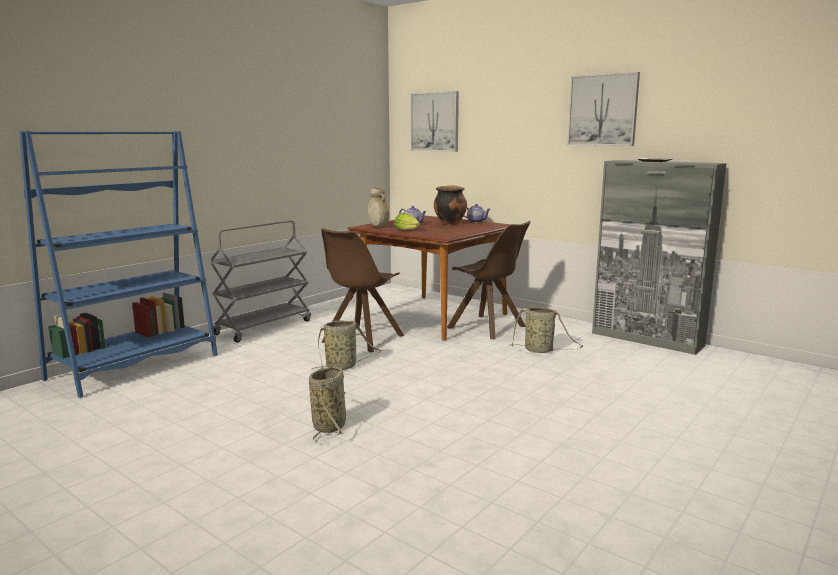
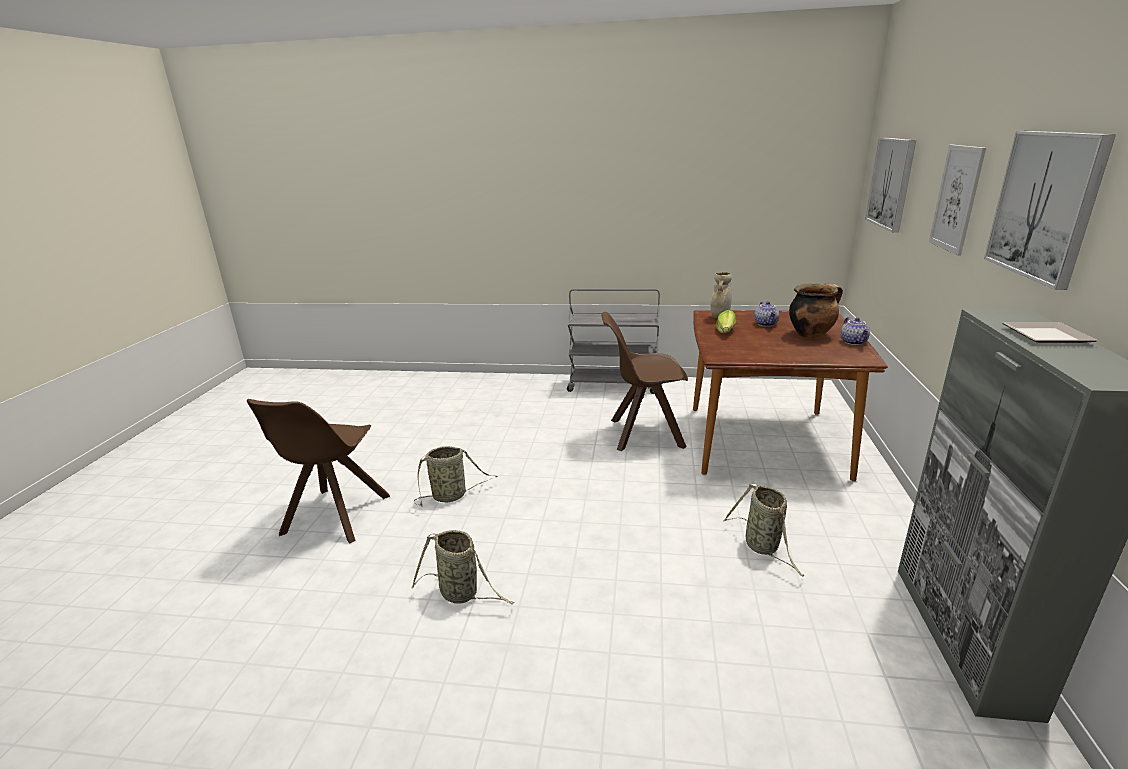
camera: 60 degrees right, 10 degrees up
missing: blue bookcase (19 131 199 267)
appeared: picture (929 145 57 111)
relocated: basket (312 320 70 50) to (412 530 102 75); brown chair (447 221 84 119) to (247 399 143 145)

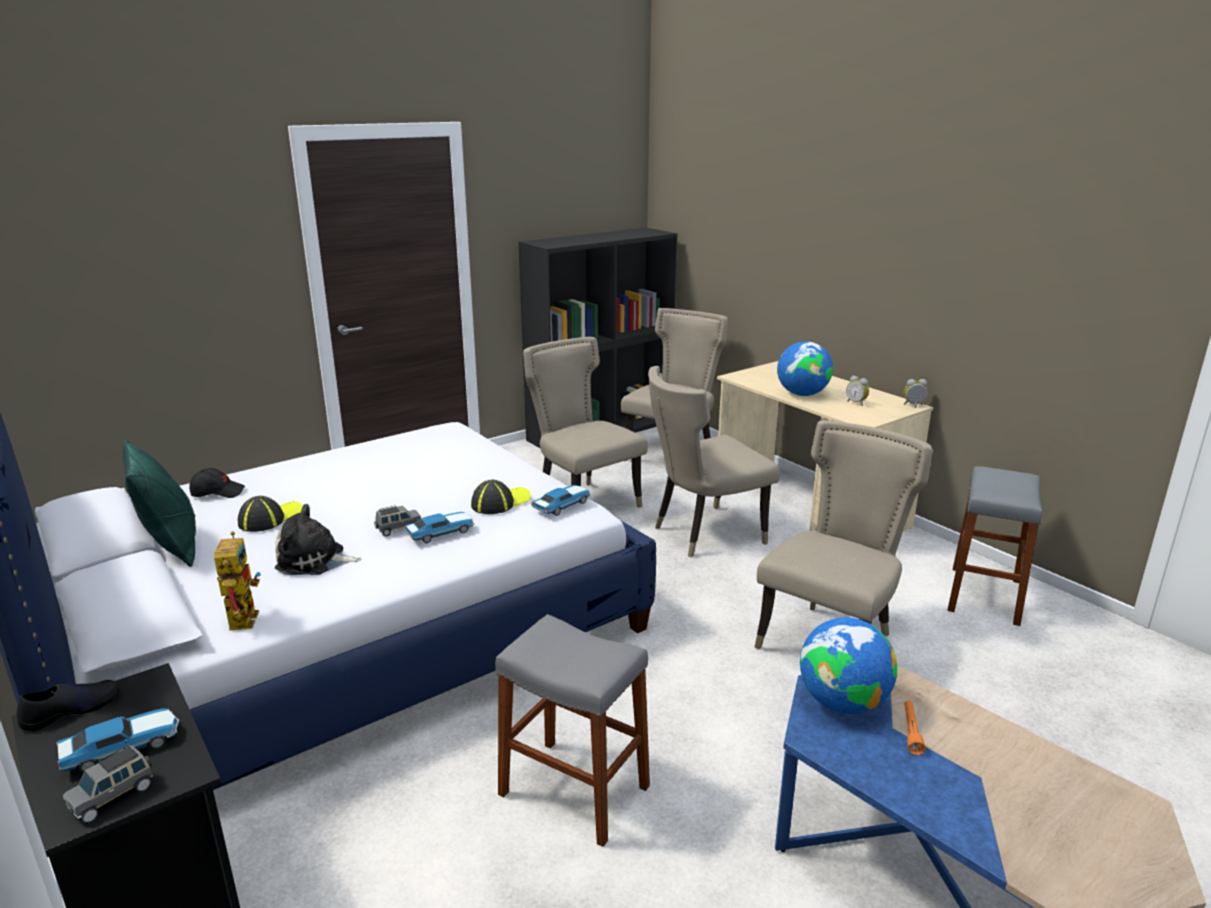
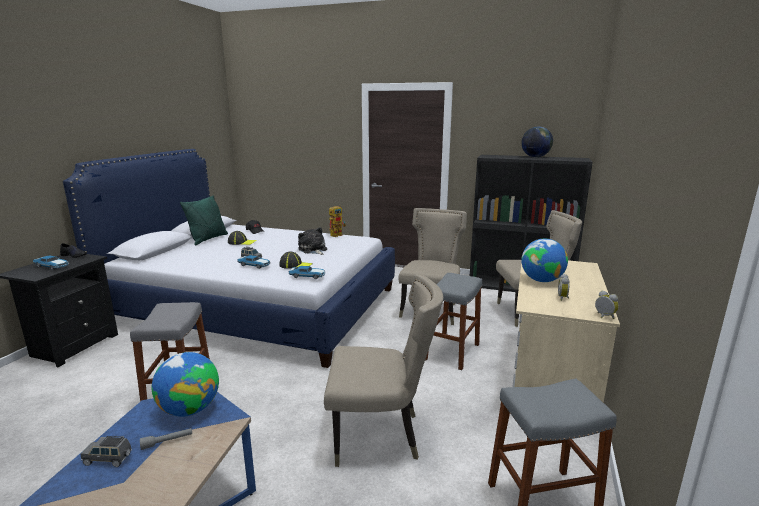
camera: 55 degrees right, 5 degrees down
appeared: globe (521 127 32 30)
relocated: grey toy car (63 745 90 78) to (81 436 51 31); toy robot (214 531 47 99) to (329 205 17 32); plush toy (275 504 87 71) to (298 227 29 28)
exchanged: beige chair (648 366 132 191) to grey stool (425 273 57 97)
colour: orange flashlight (904 701 21 54) to grey flashlight (140 428 52 22)

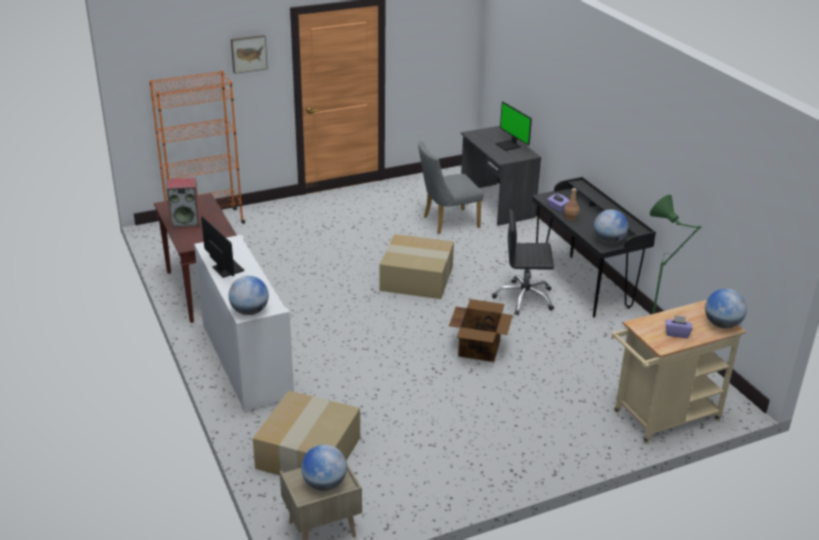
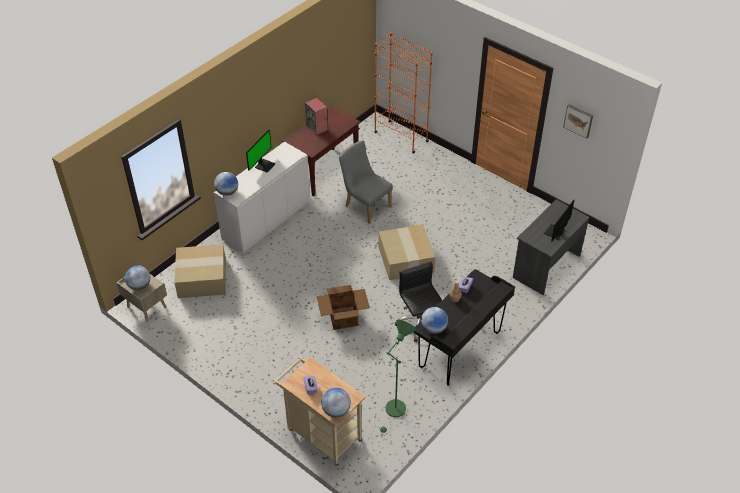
camera: 65 degrees right, 15 degrees up
relocated: picture (231 35 37 39) to (563 104 30 35); grey chair (418 141 65 93) to (339 140 54 84)

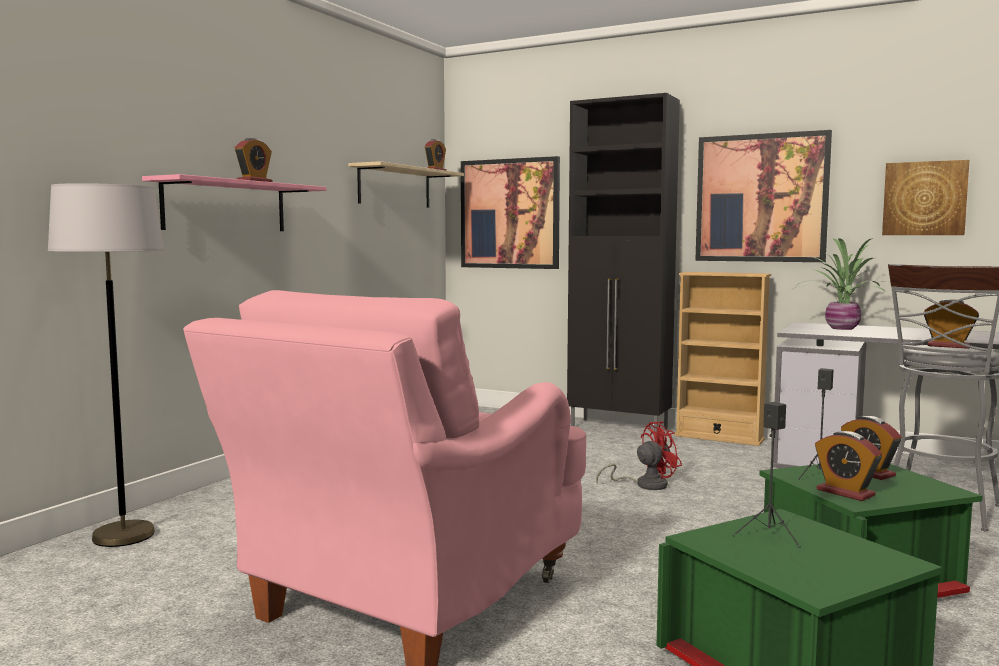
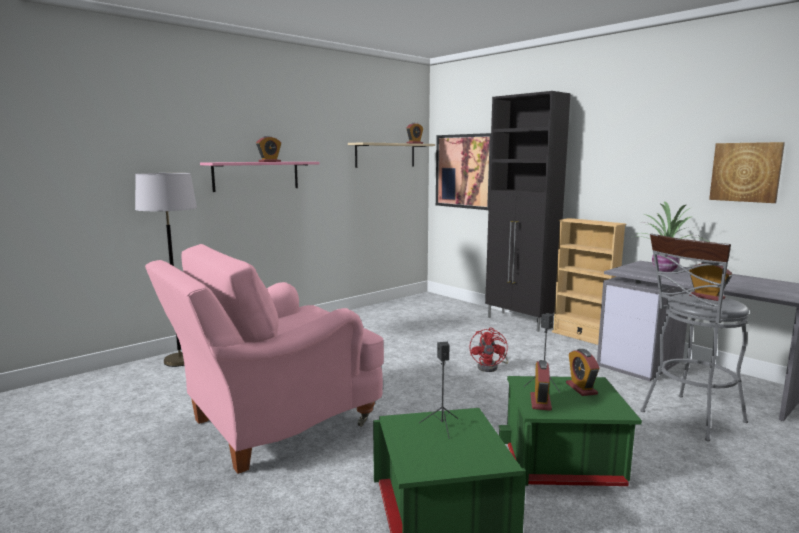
camera: 20 degrees right, 5 degrees up
missing: picture (695 130 137 132)
spun: red fan (596 421 86 69) = (470 327 38 45) 105 degrees clockwise; alarm clock (815 431 67 70) = (531 360 21 51) 150 degrees counterclockwise

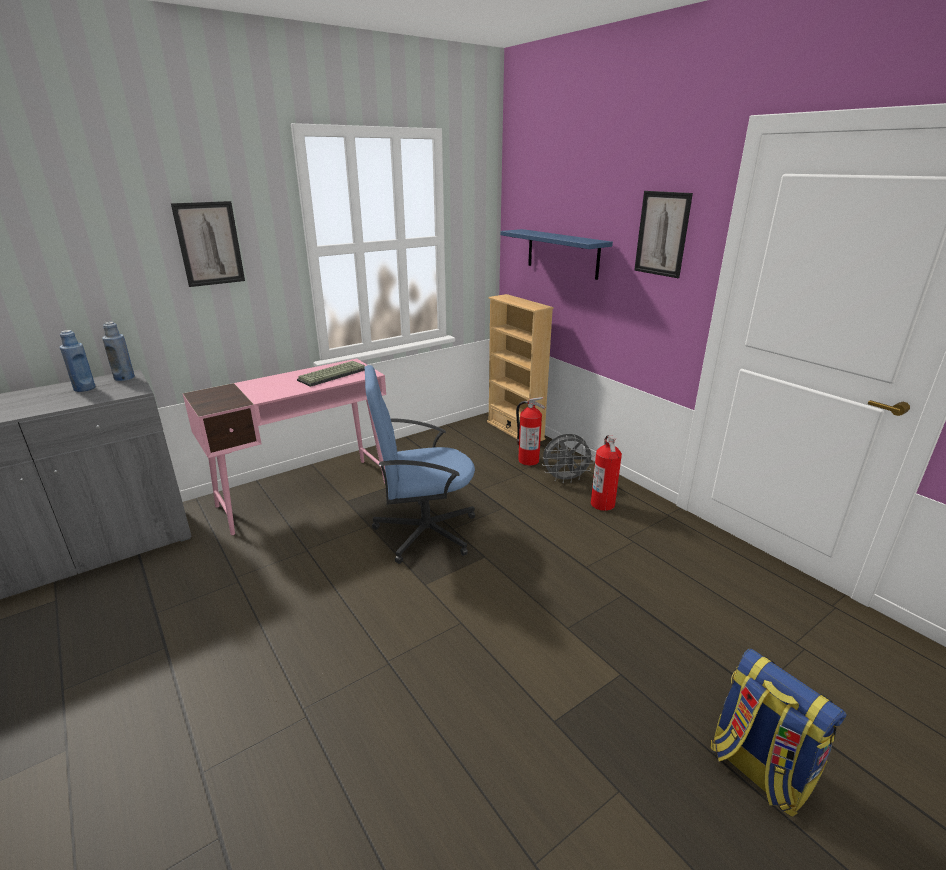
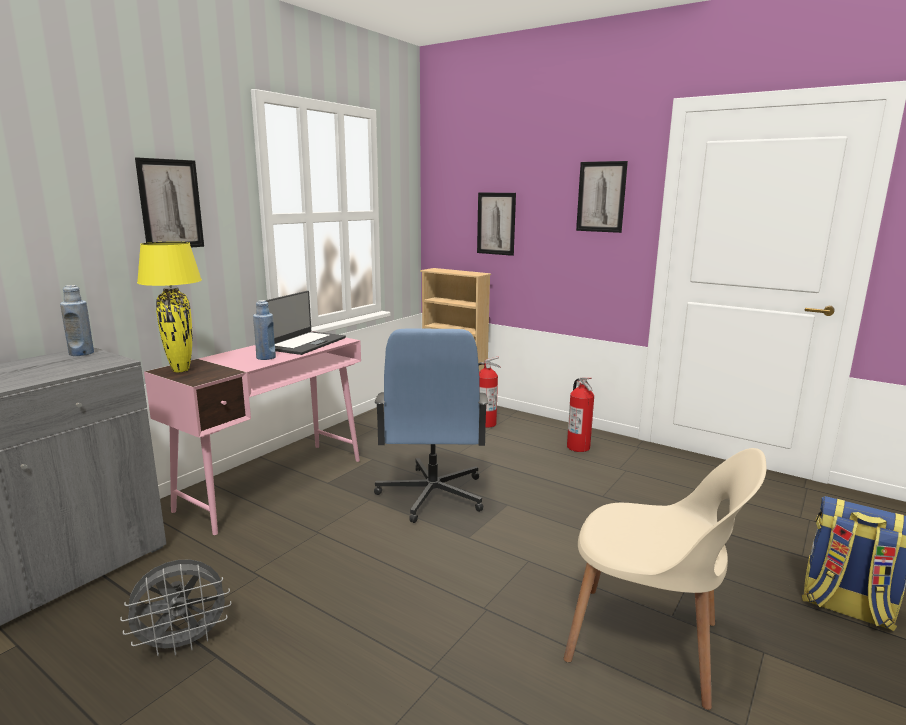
camera: 20 degrees left, 10 degrees down
appeared: yellow table lamp (137 242 65 130); beige chair (564 448 203 262)
relocated: blue bottle (59 330 37 62) to (253 300 23 60); grey fan (542 434 53 49) to (120 560 111 96)
exchanged: keyboard (297 361 68 26) to laptop (266 291 80 64); blue shelf (500 229 113 51) to picture (477 192 39 64)
spun: blue office chair (365 365 110 199) = (374 329 114 194) 60 degrees counterclockwise

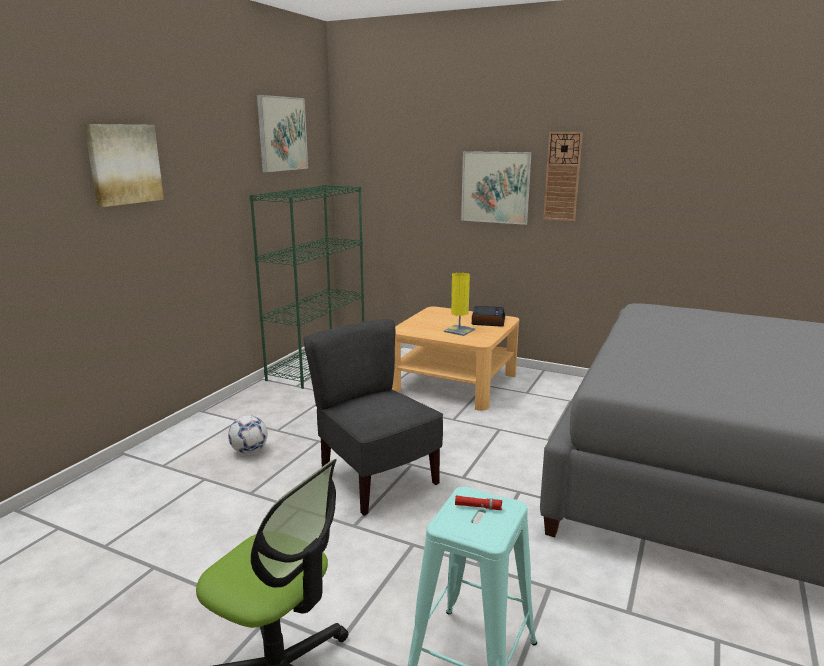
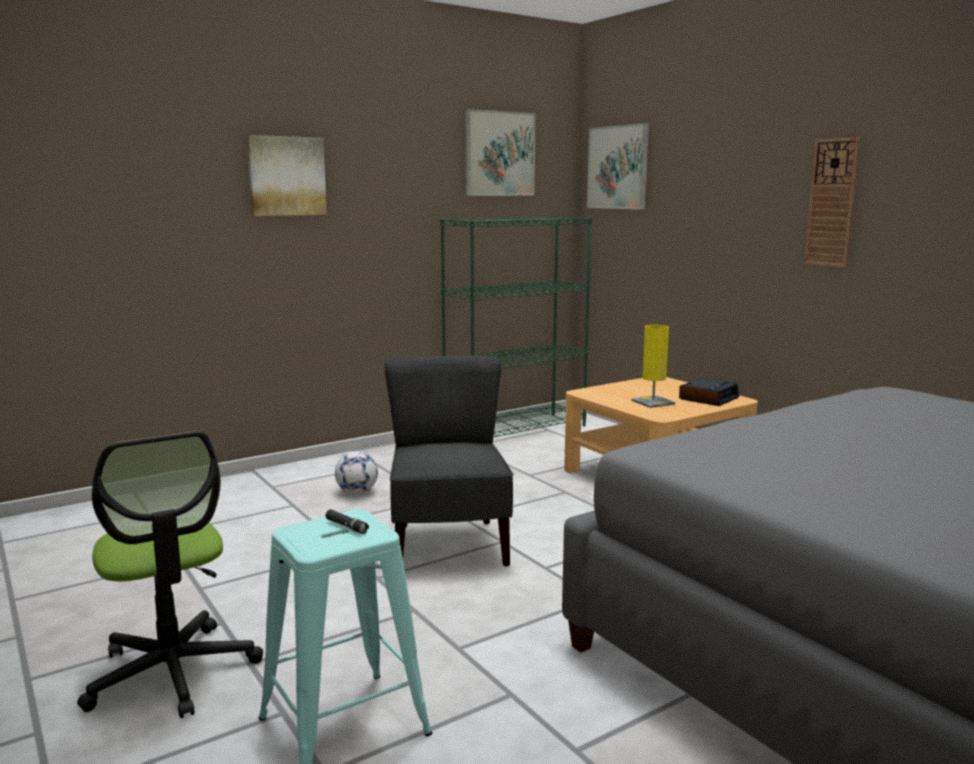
camera: 30 degrees right, 5 degrees down
relocated: picture (461 151 71 74) to (587 123 62 86)
colour: red flashlight (455 495 47 15) to black flashlight (326 509 43 25)

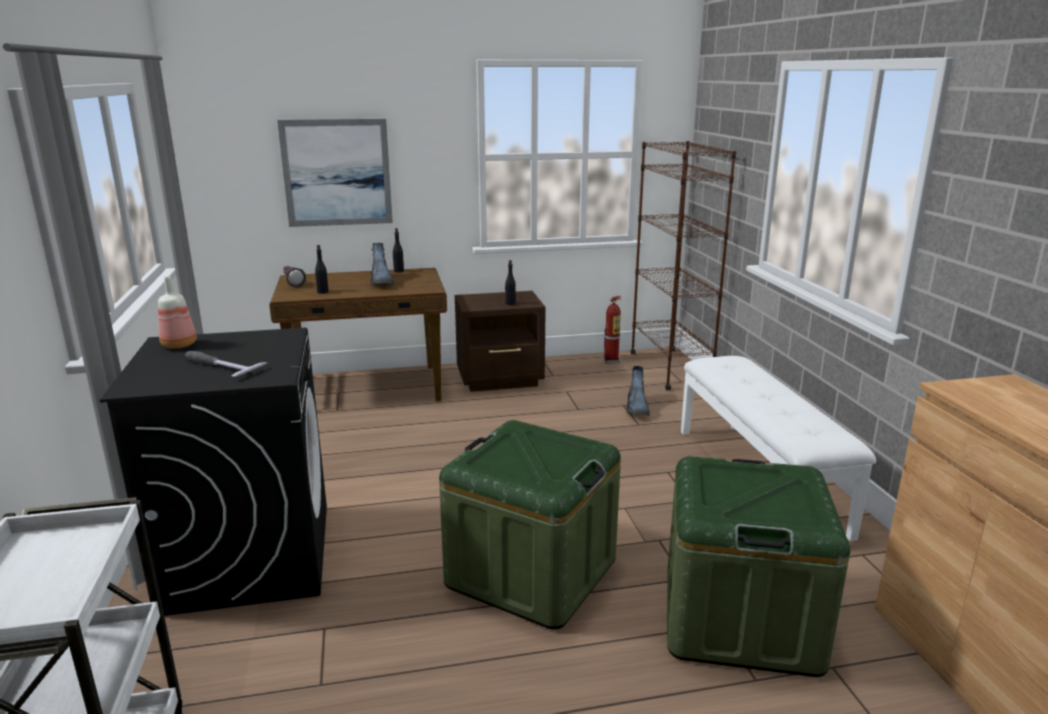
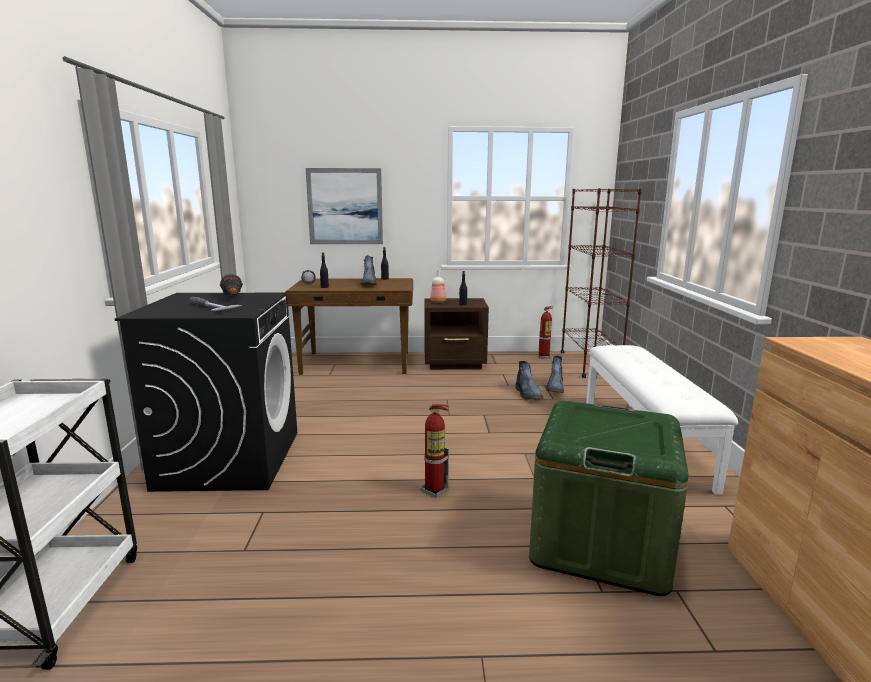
camera: 10 degrees right, 5 degrees down
appeared: flashlight (220 274 23 21); boot (515 361 28 38)
relocated: bottle (158 277 39 72) to (430 269 16 34)
exchanged: green storage box (439 420 182 209) to fire extinguisher (421 404 28 94)

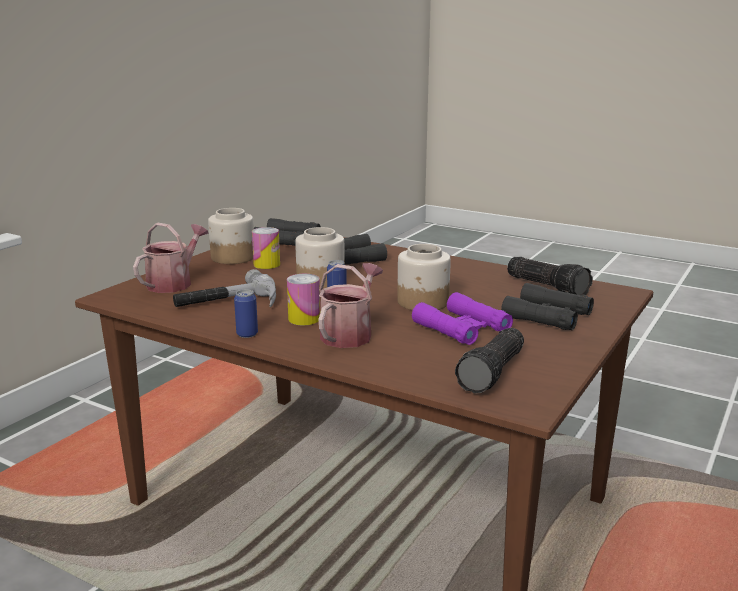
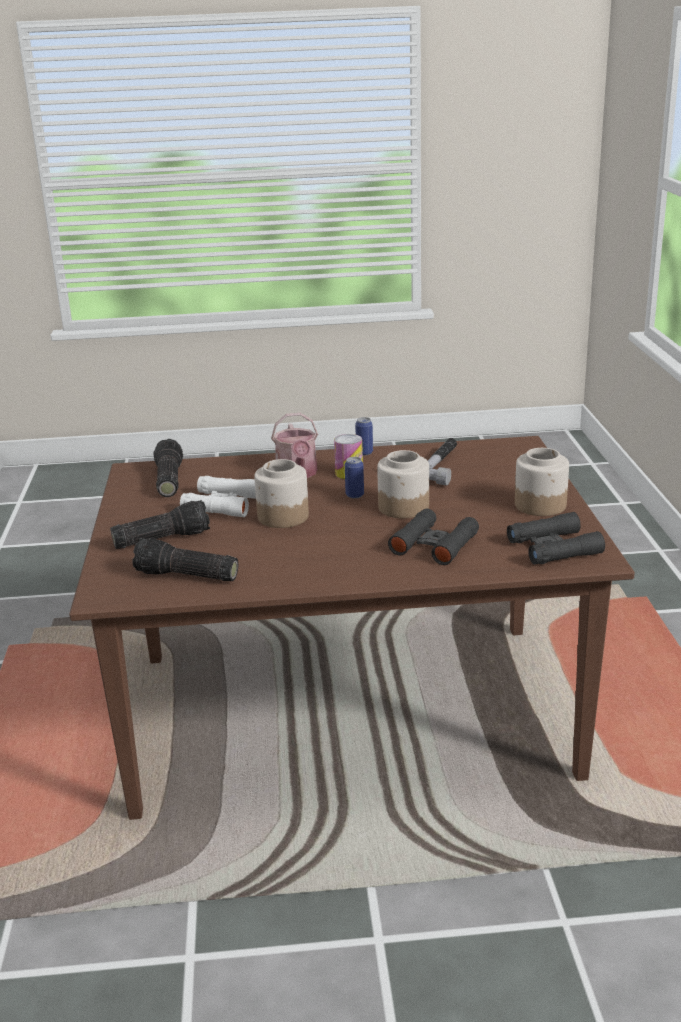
camera: 145 degrees right, 5 degrees up
missing: watering can (133 223 76 70); can (252 227 28 42)
exchanged: black binoculars (501 283 93 47) to flashlight (110 500 100 49)
colour: purple binoculars (412 292 101 53) to white binoculars (180 476 76 41)

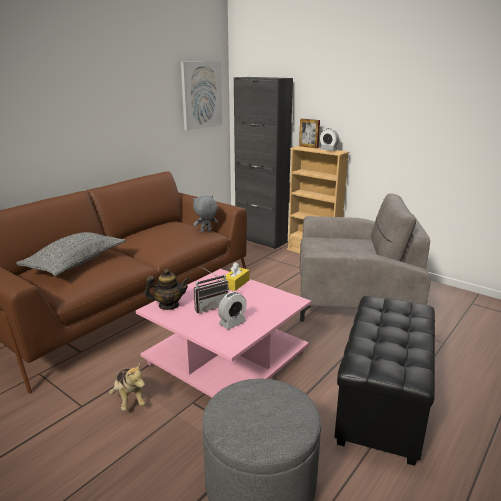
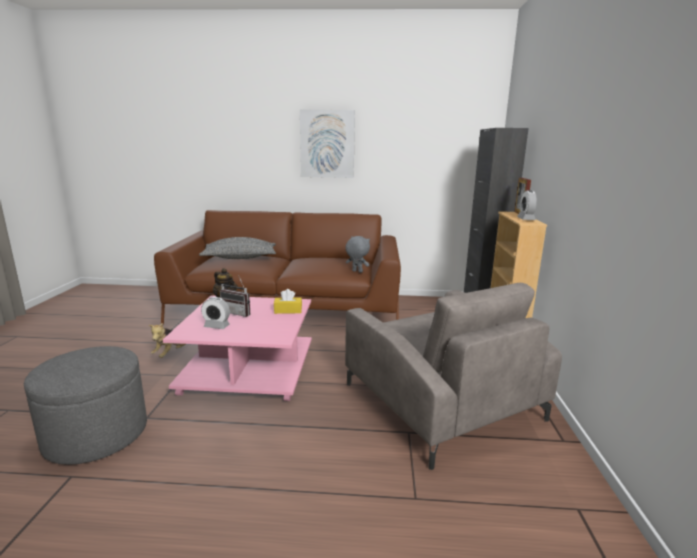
camera: 55 degrees right, 5 degrees down
missing: black ottoman (334 296 101 170)
relocated: picture (181 62 41 68) to (300 110 55 68)

